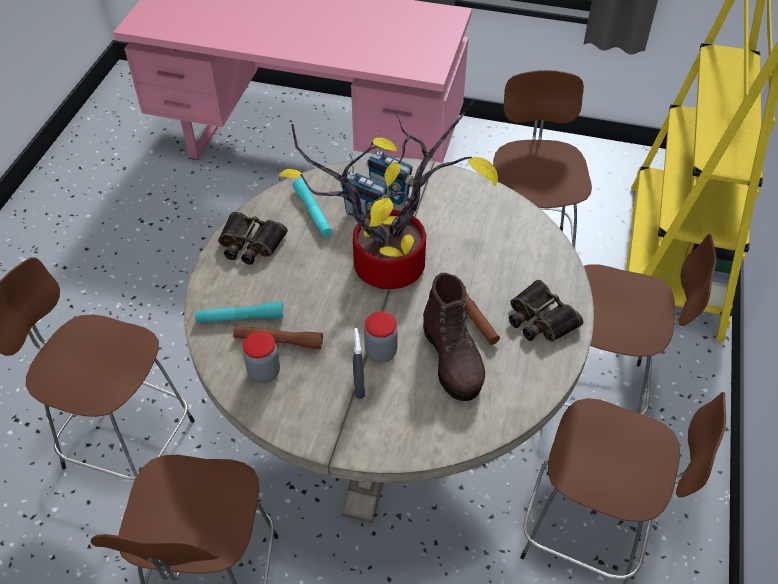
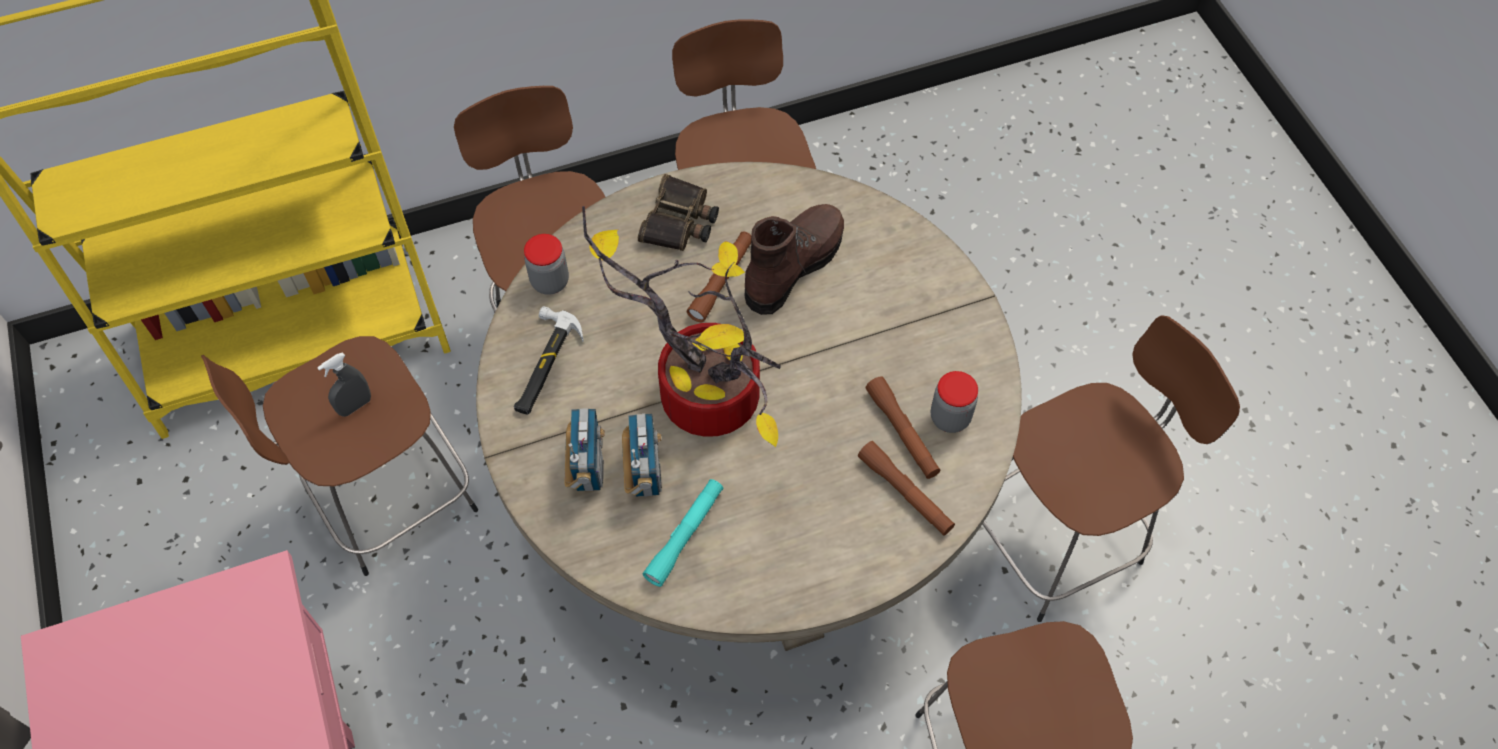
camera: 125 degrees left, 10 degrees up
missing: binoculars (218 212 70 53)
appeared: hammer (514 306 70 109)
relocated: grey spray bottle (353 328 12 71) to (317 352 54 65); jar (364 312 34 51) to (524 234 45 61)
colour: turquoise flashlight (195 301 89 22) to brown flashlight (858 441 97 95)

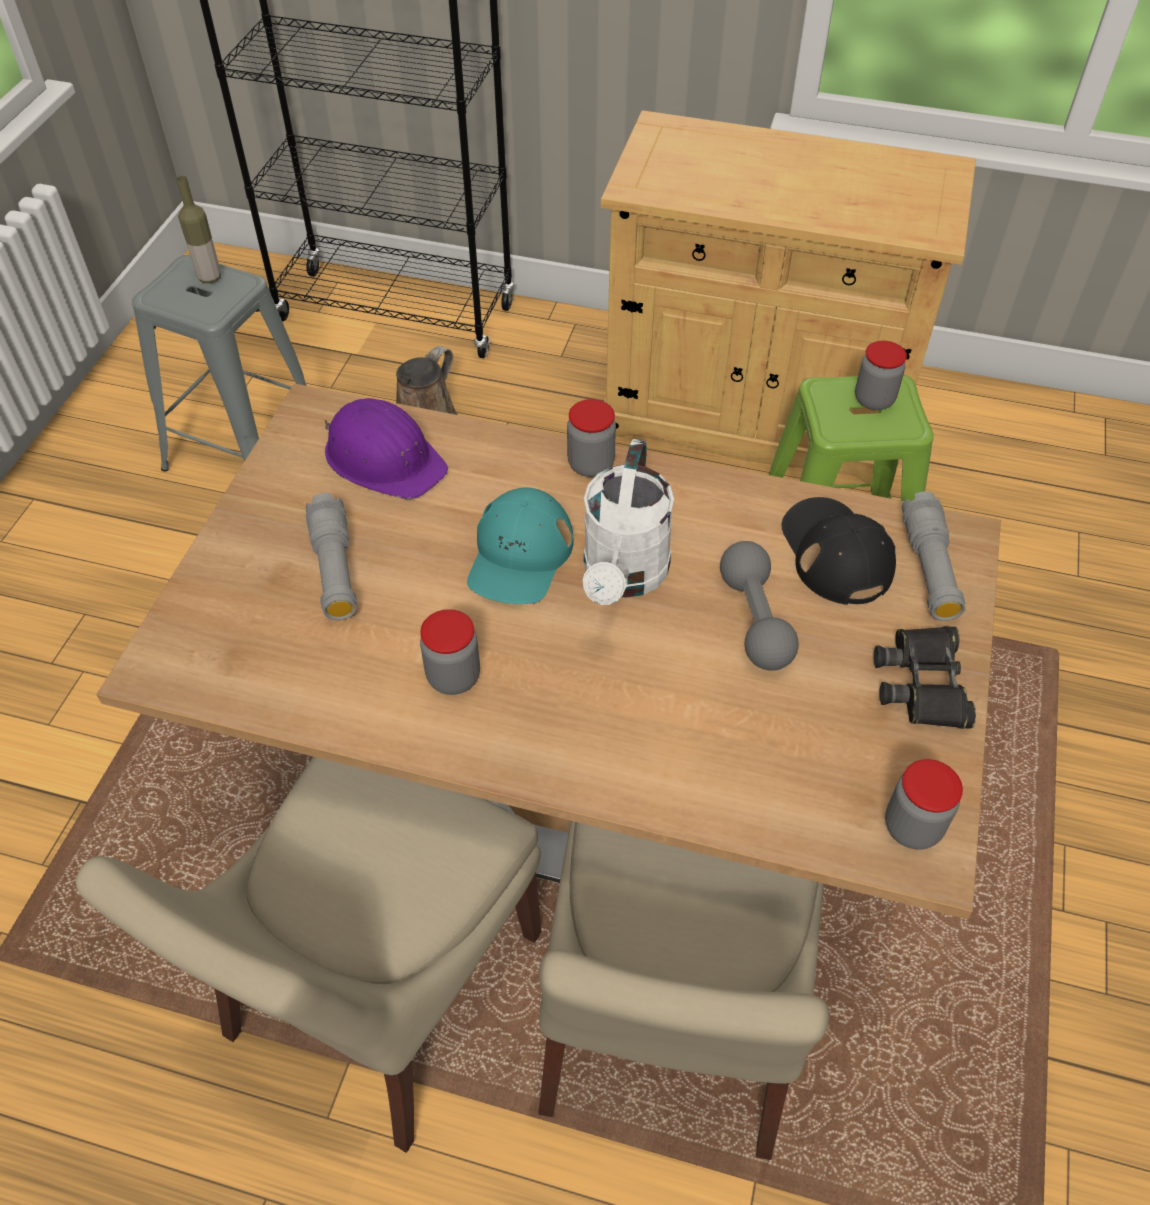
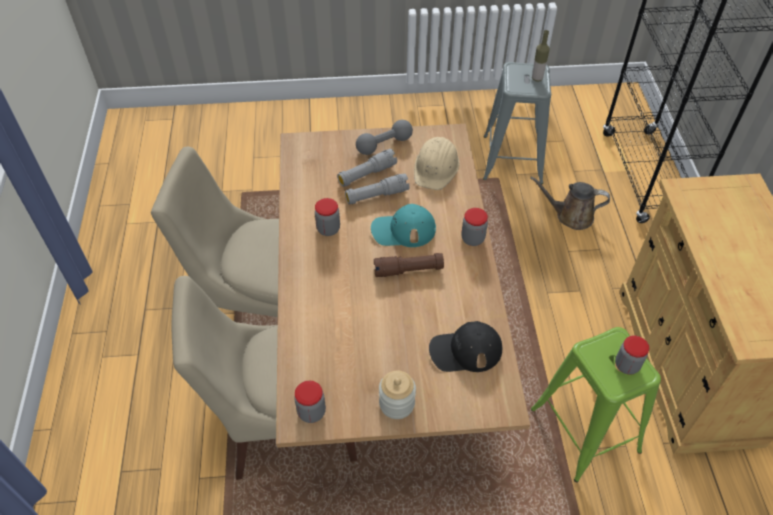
camera: 70 degrees right, 0 degrees up
relocated: grey dumbbell (720 541 79 130) to (356 120 57 35); grey flashlight (902 491 63 130) to (345 173 65 31)
exchanged: white watering can (583 439 91 166) to brown flashlight (374 253 70 24); black binoculars (874 626 102 103) to jar (379 371 37 48)
colour: purple hard hat (325 398 123 101) to beige hard hat (414 137 45 53)
spun: black cap (782 497 114 108) = (429 321 73 51) 150 degrees counterclockwise

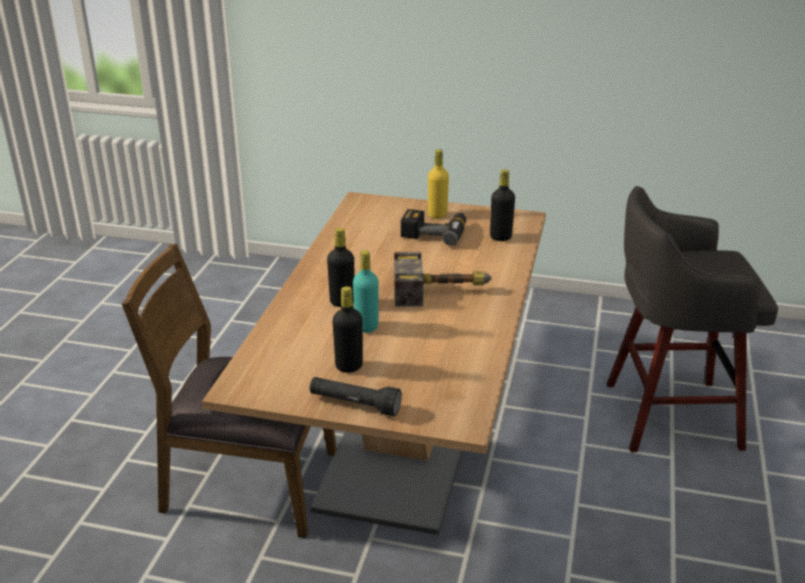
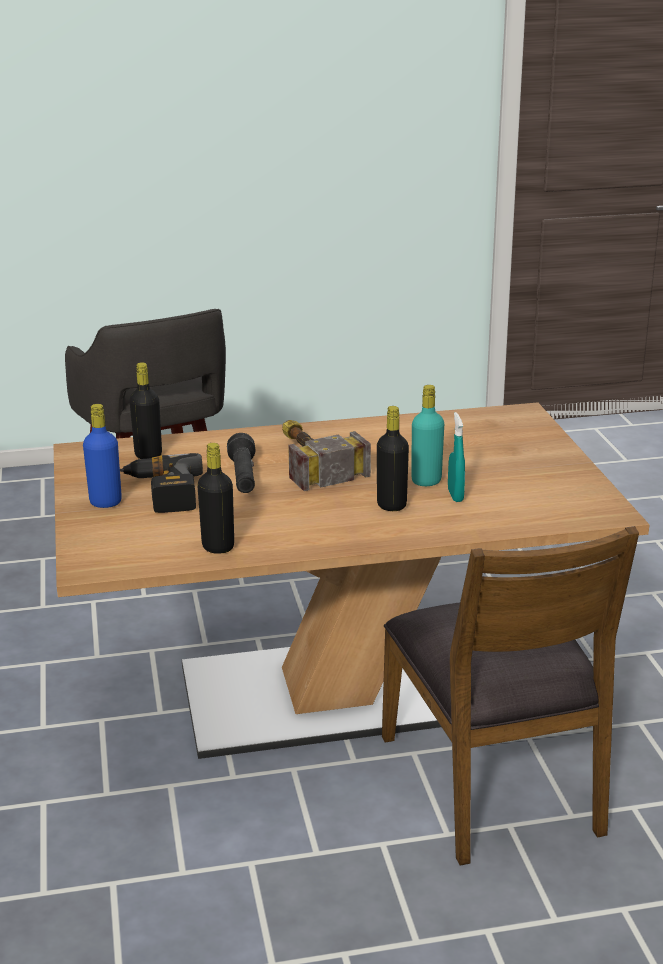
camera: 115 degrees left, 5 degrees down
appeared: turquoise spray bottle (448 412 17 90)
relocated: black flashlight (310 377 92 39) to (227 433 28 60); black bottle (333 286 30 87) to (197 443 37 111)
colour: yellow bottle (428 149 21 70) to blue bottle (83 404 39 104)

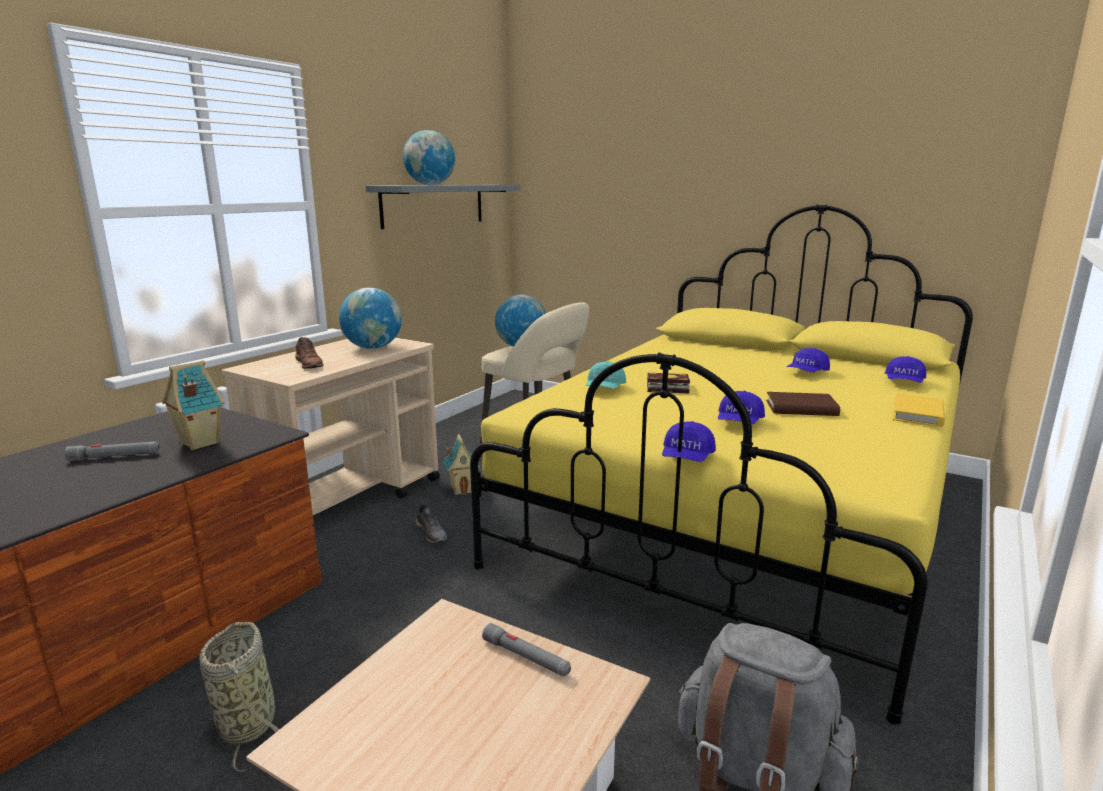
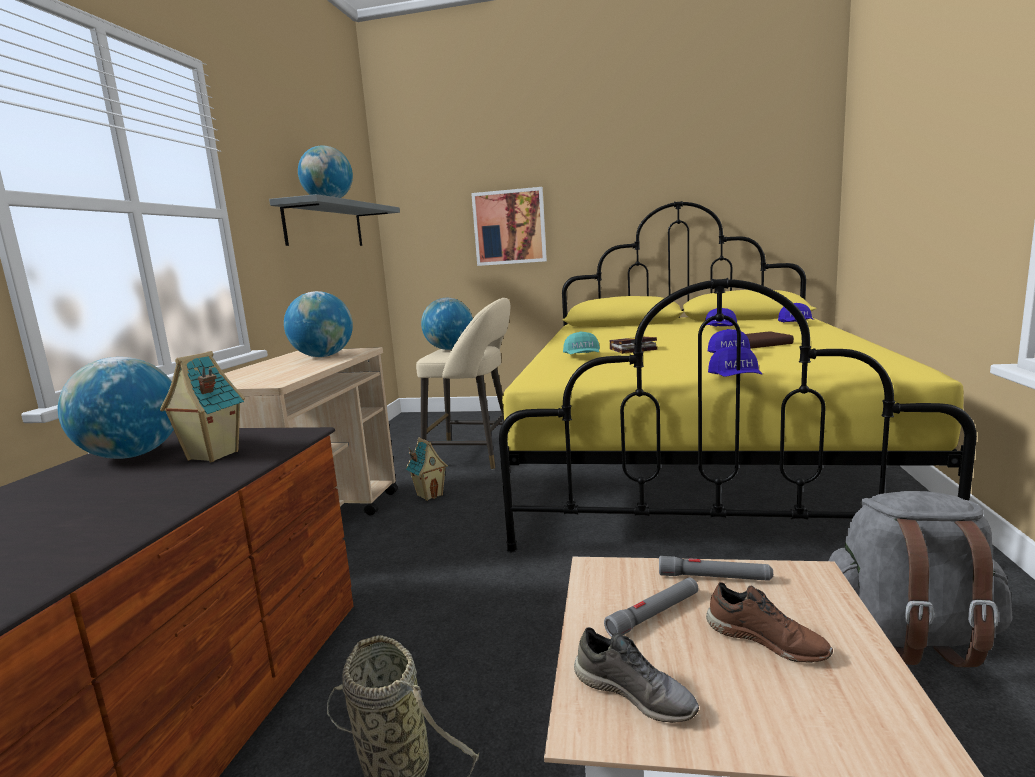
camera: 20 degrees left, 5 degrees down
missing: yellow book (893 393 52 34)
appeared: globe (58 357 116 102); picture (471 187 76 79)
relocated: grey flashlight (65 441 95 20) to (604 577 94 60); brown shoe (295 337 28 32) to (706 582 127 81); grey shoe (416 504 31 39) to (574 627 125 96)

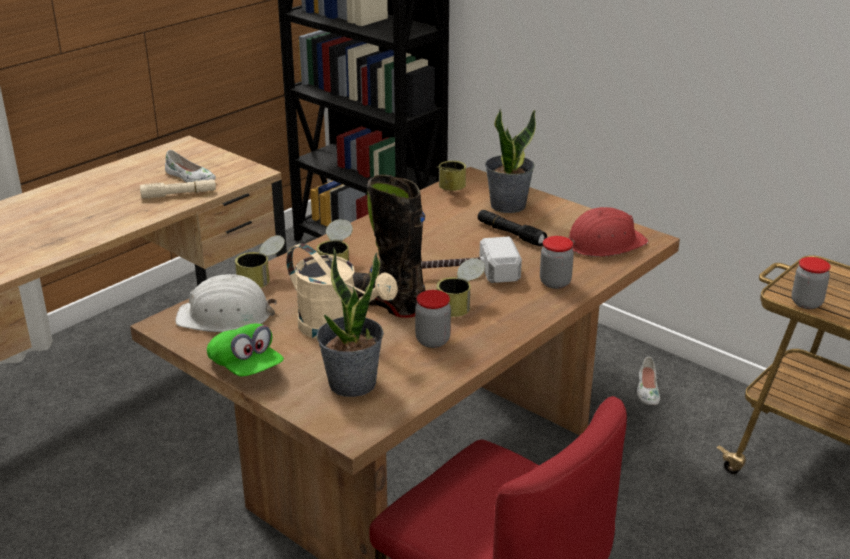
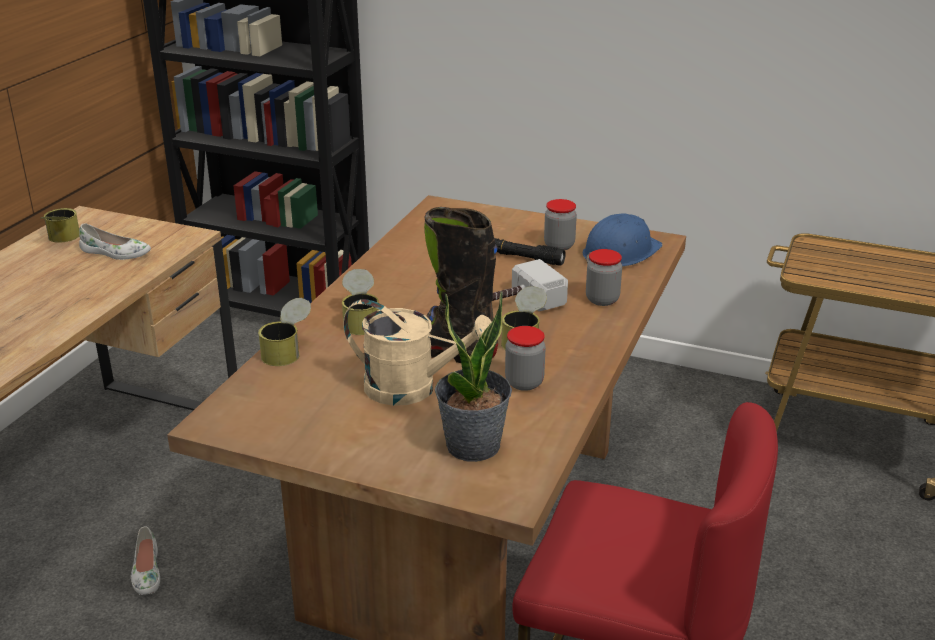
camera: 20 degrees left, 0 degrees up
missing: beige flashlight (140 179 76 20); white hard hat (175 274 102 58); green cap (207 323 77 53); potted plant (485 109 51 104)
relocated: can (437 161 29 30) to (41 208 38 35); white shoe (637 357 23 48) to (131 526 29 69); jar (792 257 39 52) to (544 199 33 51)
colour: red hard hat (569 207 79 50) to blue hard hat (583 214 80 53)

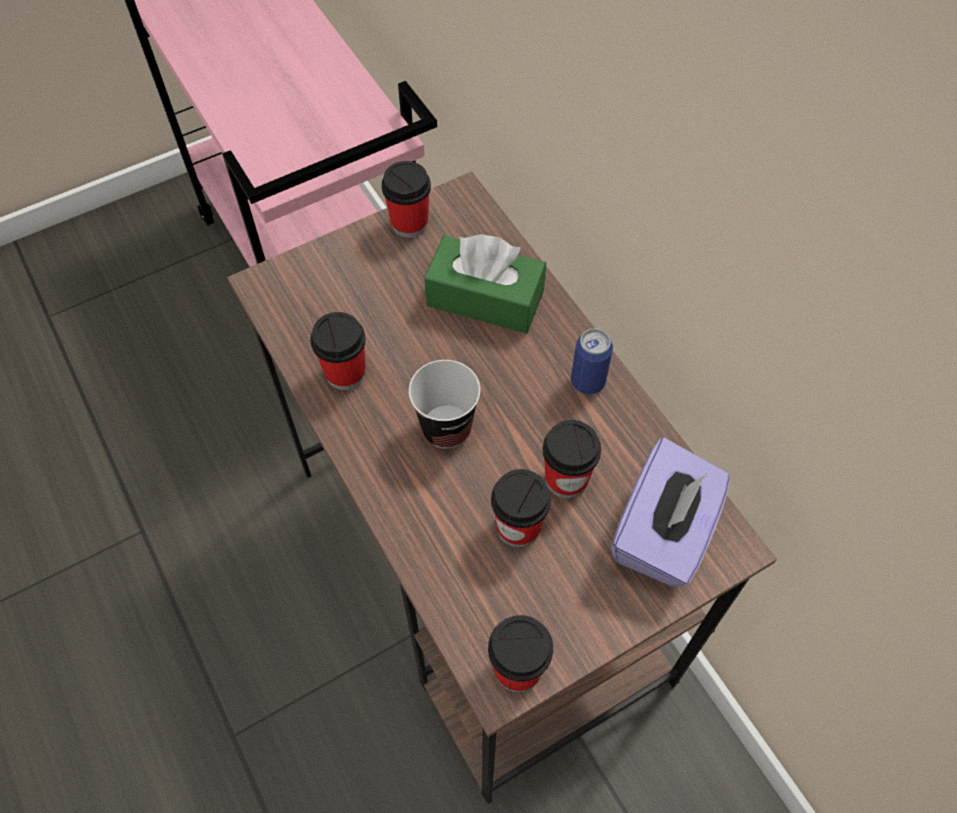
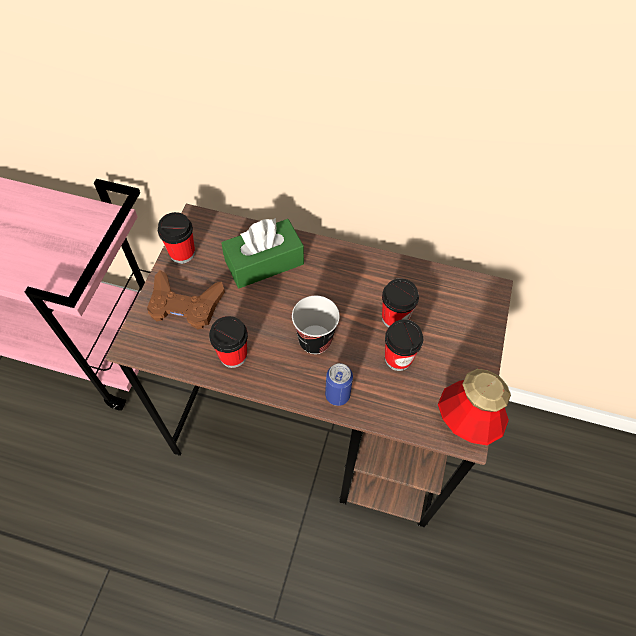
camera: 45 degrees left, 0 degrees up
missing: purple tissue box (611 438 119 149)
appeared: brown game controller (147 270 78 59)
relocated: can (571 328 42 66) to (325 363 28 43)
exchanged: cup (488 615 65 77) to bottle (438 368 73 77)

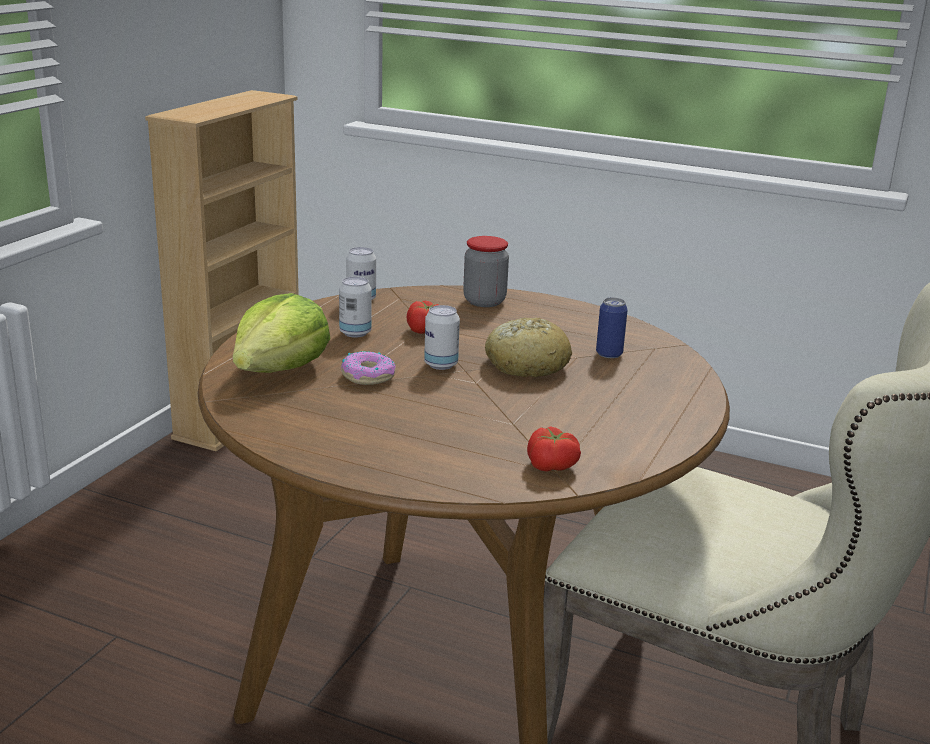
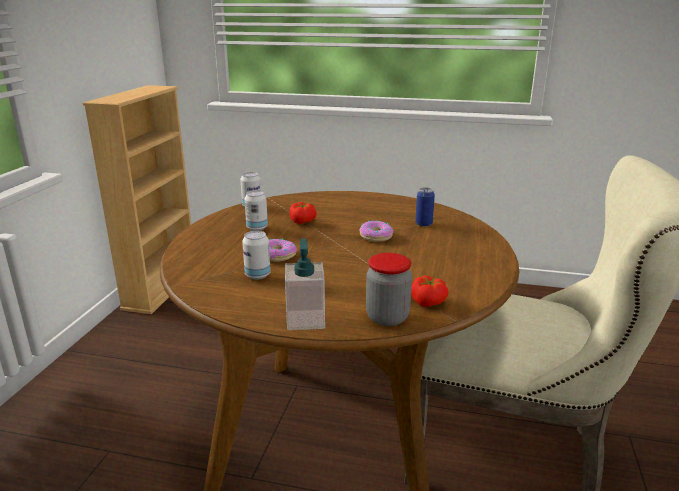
camera: 10 degrees left, 0 degrees up
missing: lettuce (233 293 97 80)
appeared: soap dispenser (285 238 40 92)
relocated: can (424 305 36 65) to (242 231 29 49); jar (463 236 46 71) to (366 253 46 73)
exchanged: bread (485 318 87 59) to donut (359 221 34 21)

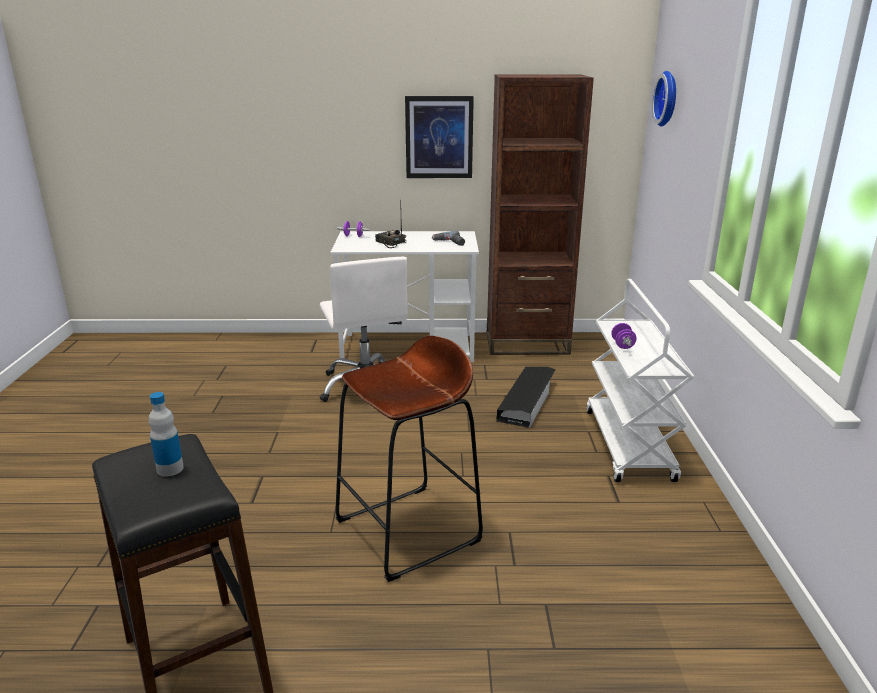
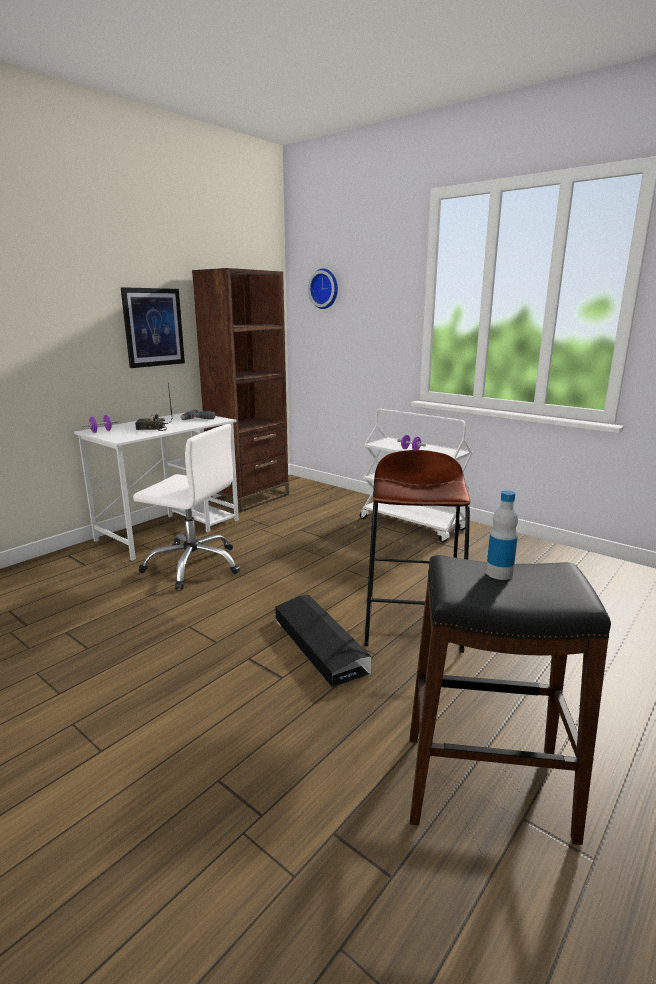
camera: 50 degrees left, 5 degrees down
relocated: black storage box (496 367 60 61) to (275 595 97 92)

